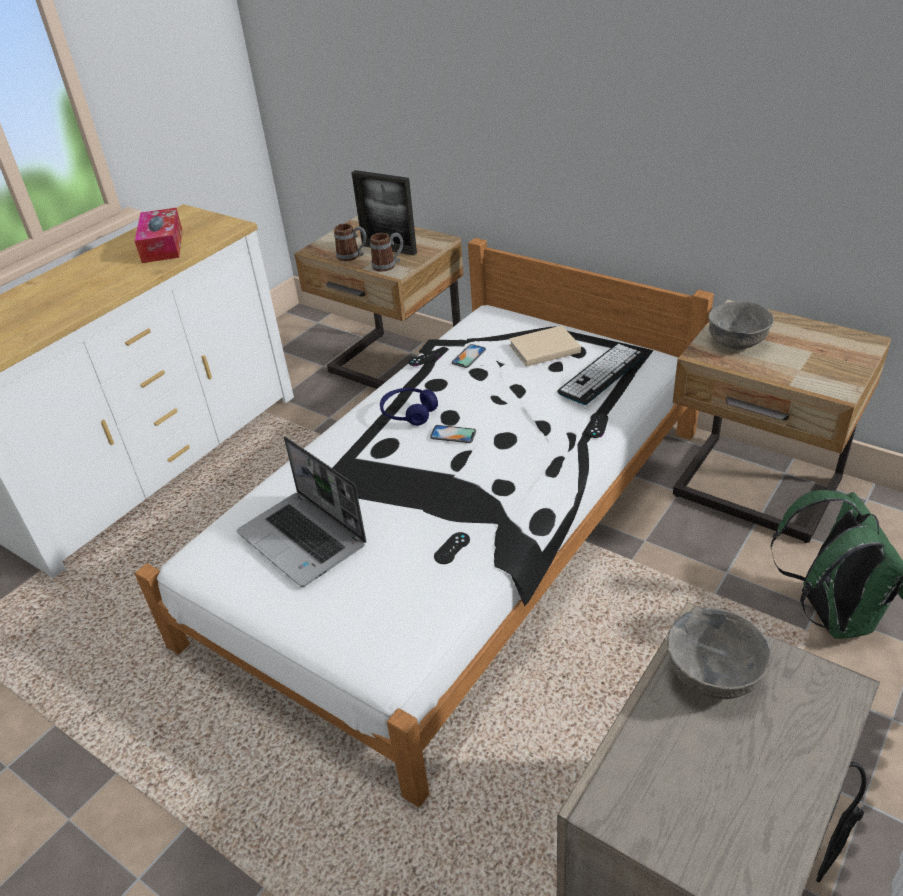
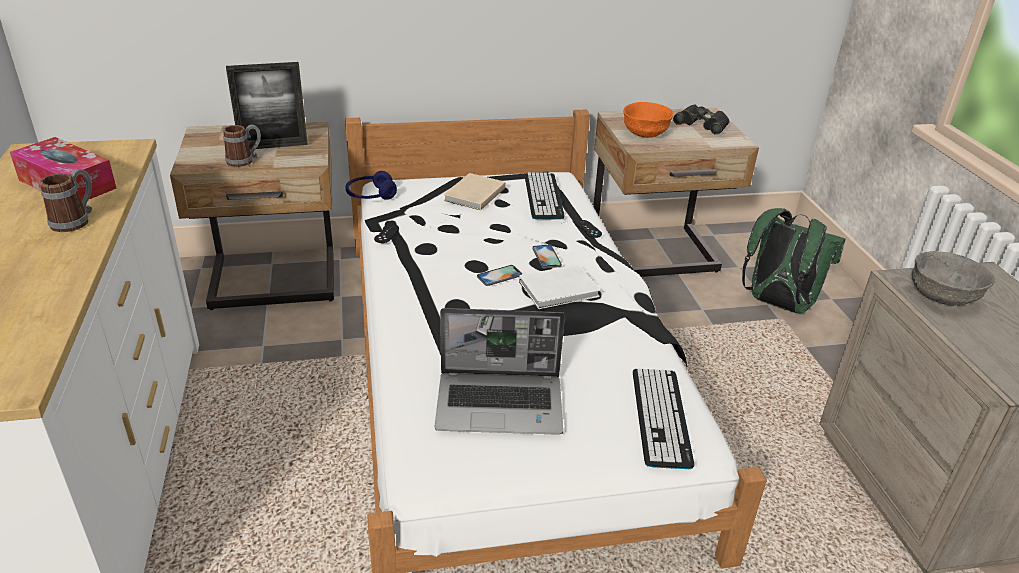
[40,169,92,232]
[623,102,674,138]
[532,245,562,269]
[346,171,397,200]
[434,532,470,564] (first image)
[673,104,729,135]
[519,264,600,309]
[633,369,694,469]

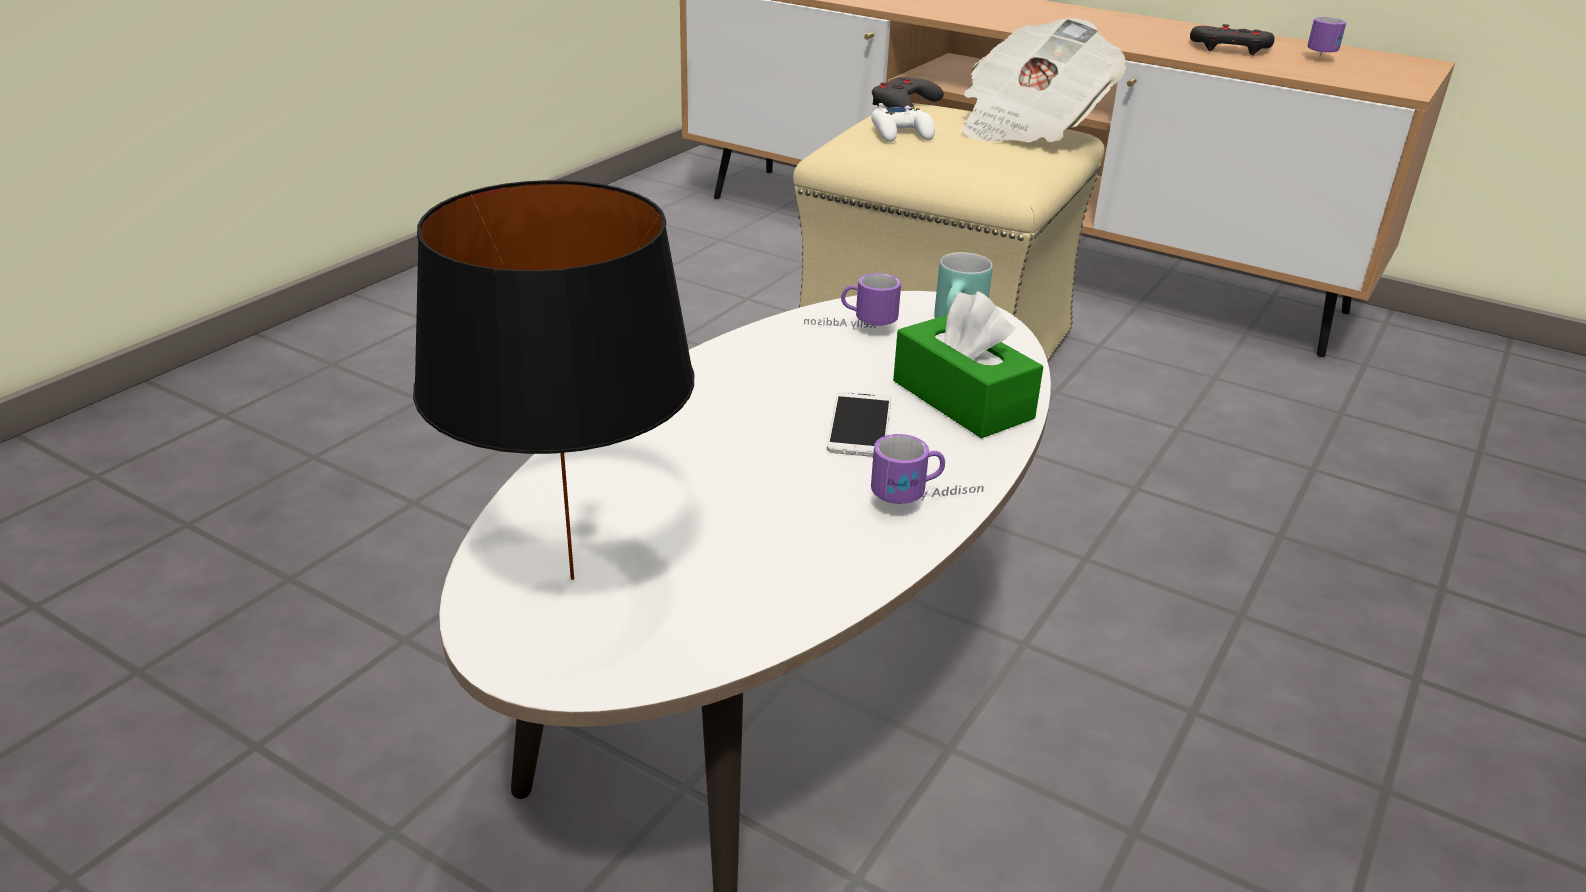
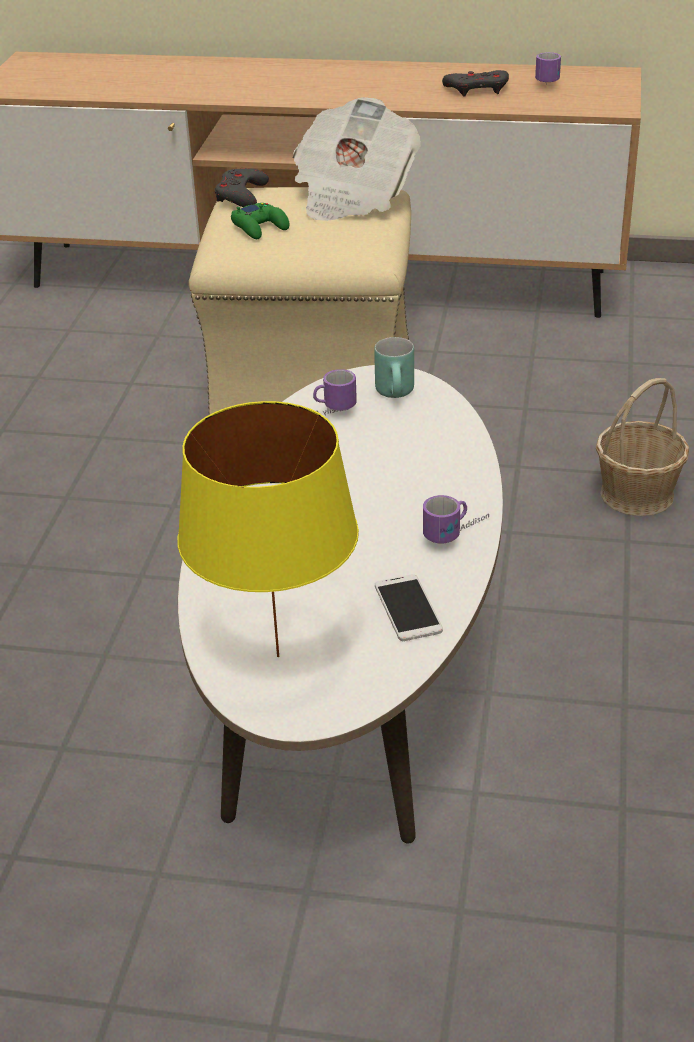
[231,203,289,239]
[177,401,359,657]
[893,291,1043,439] (first image)
[375,574,443,641]
[596,378,689,516]

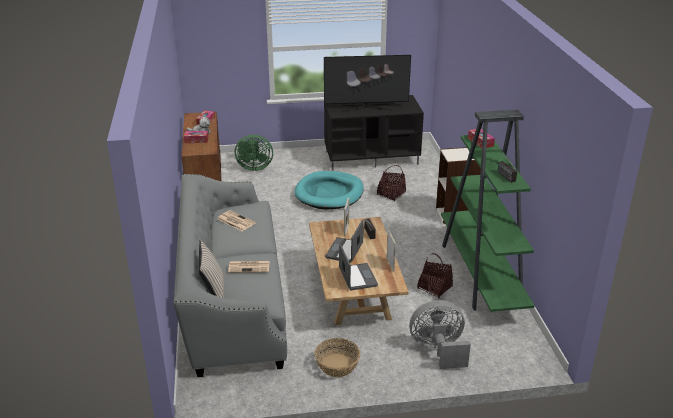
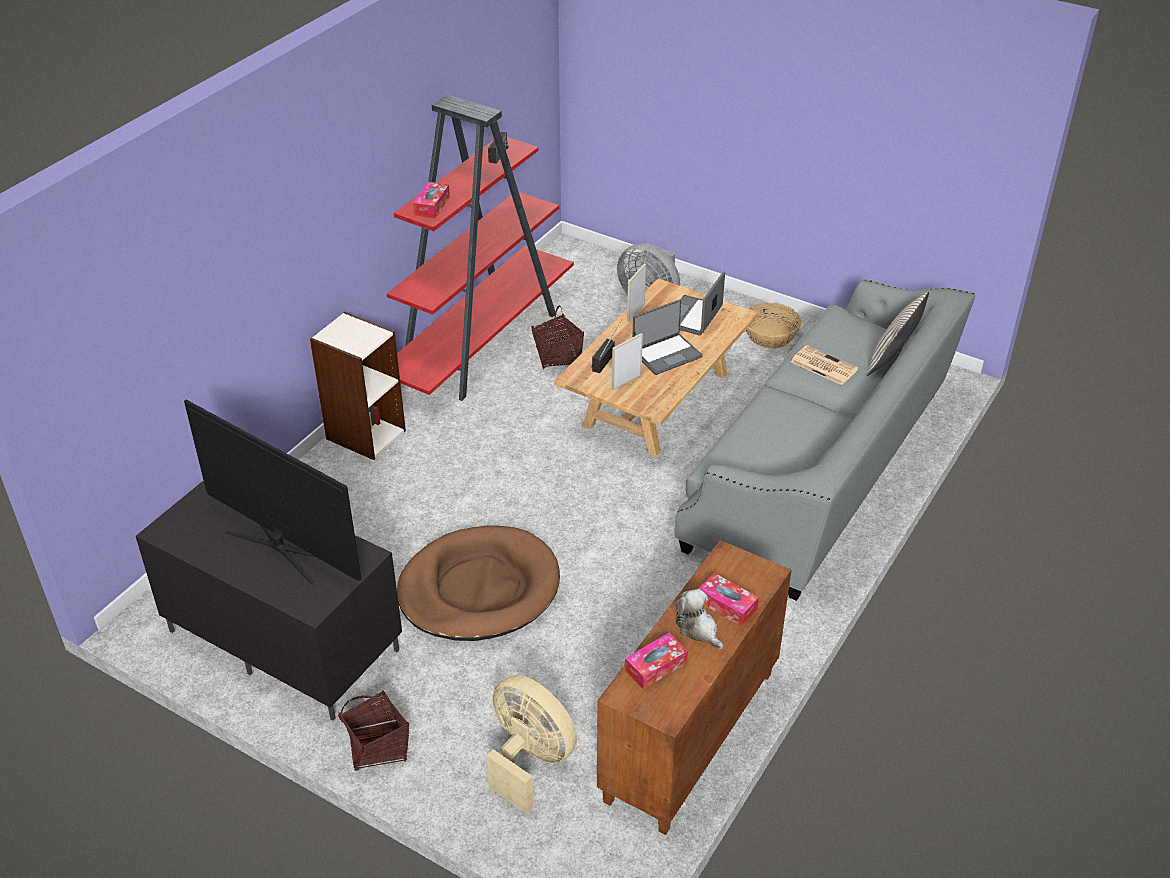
[387,95,574,401]
[487,675,577,814]
[338,690,409,771]
[397,525,560,641]
[217,210,256,231] (first image)

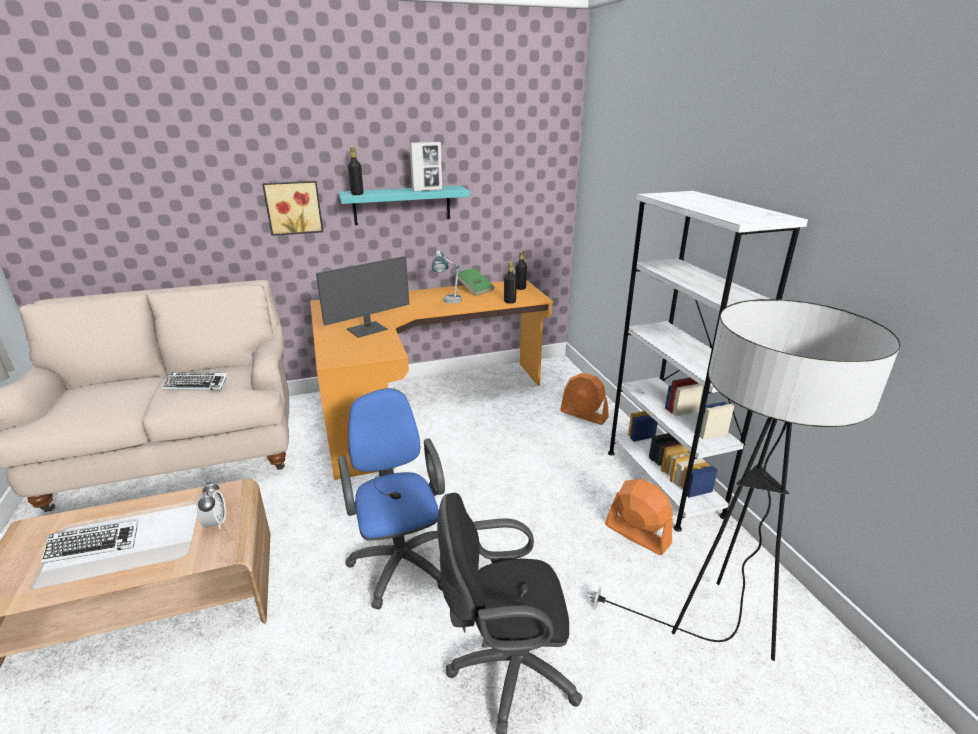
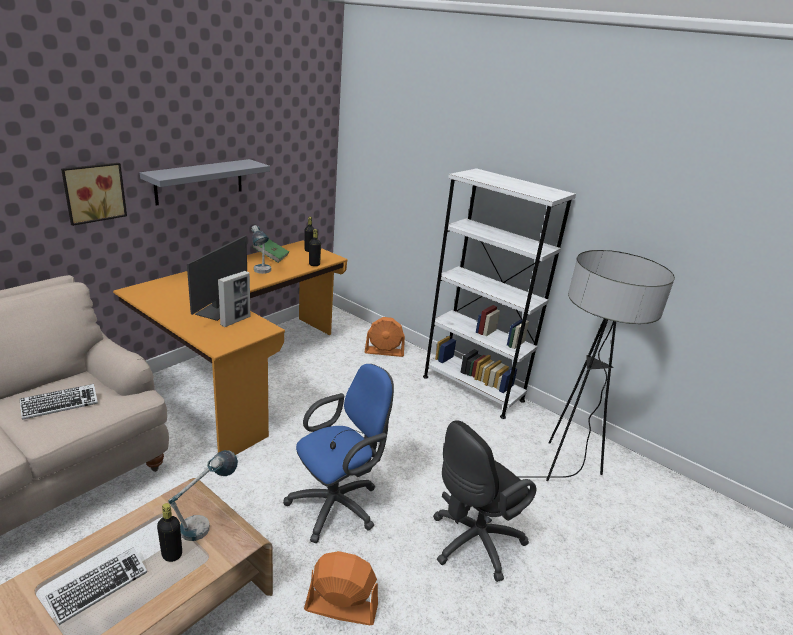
[218,271,250,327]
[157,503,182,562]
[140,159,270,206]
[283,364,394,543]
[304,551,378,625]
[168,450,238,541]

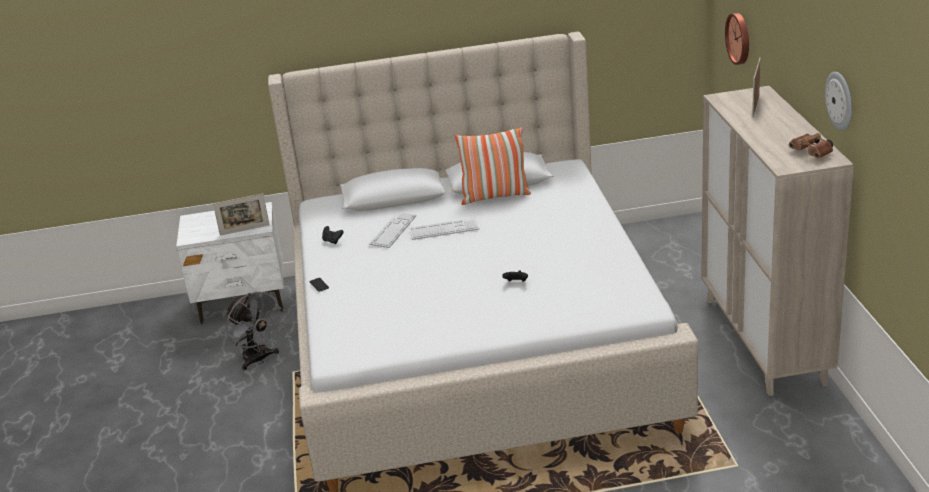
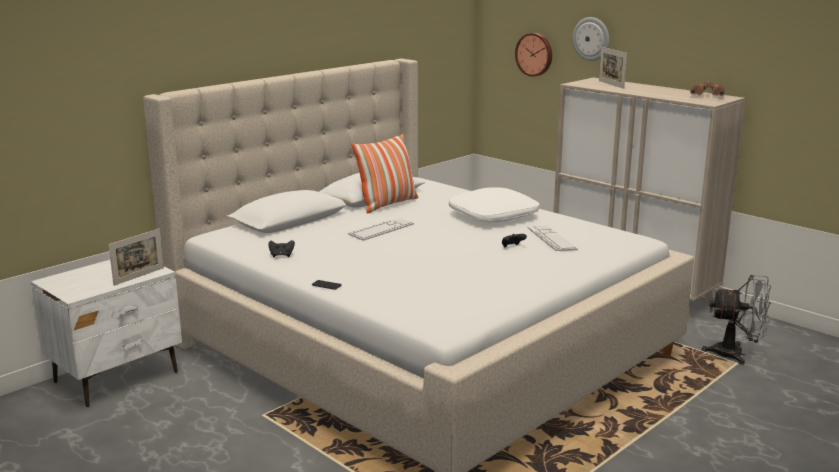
[572,17,609,61]
[527,226,578,251]
[702,275,771,365]
[449,188,539,222]

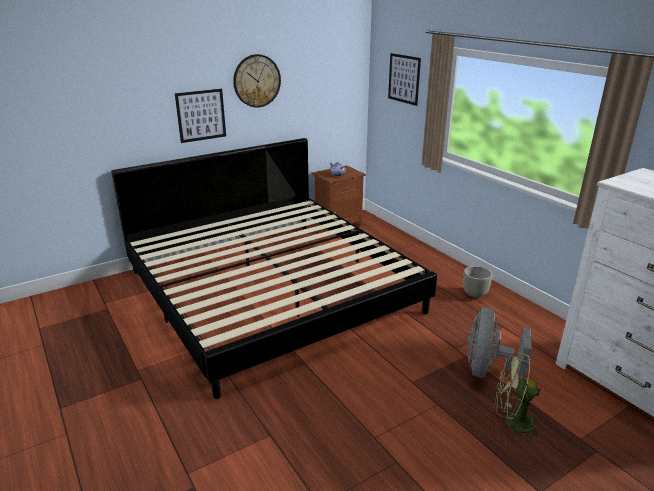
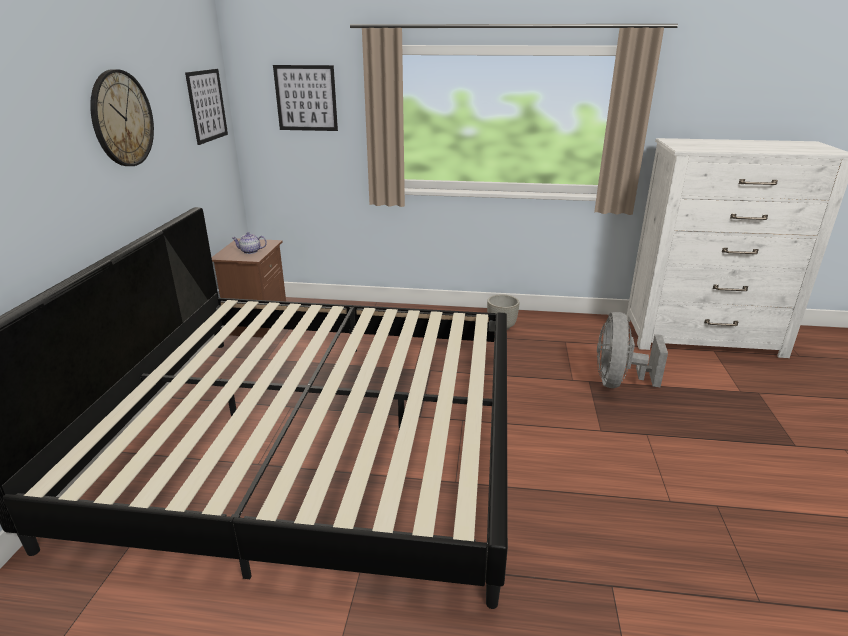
[185,69,228,145]
[597,312,668,388]
[495,352,545,441] (first image)

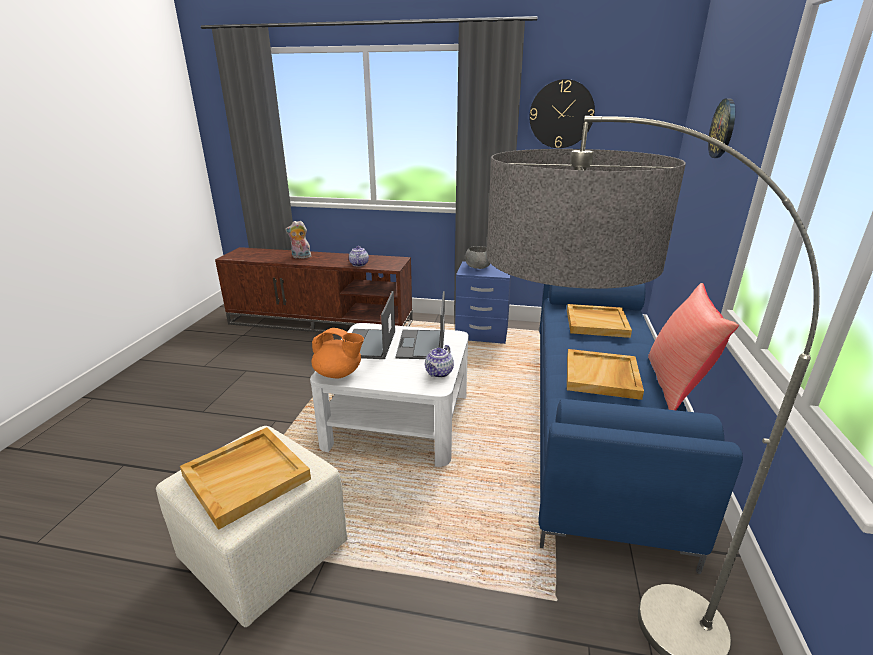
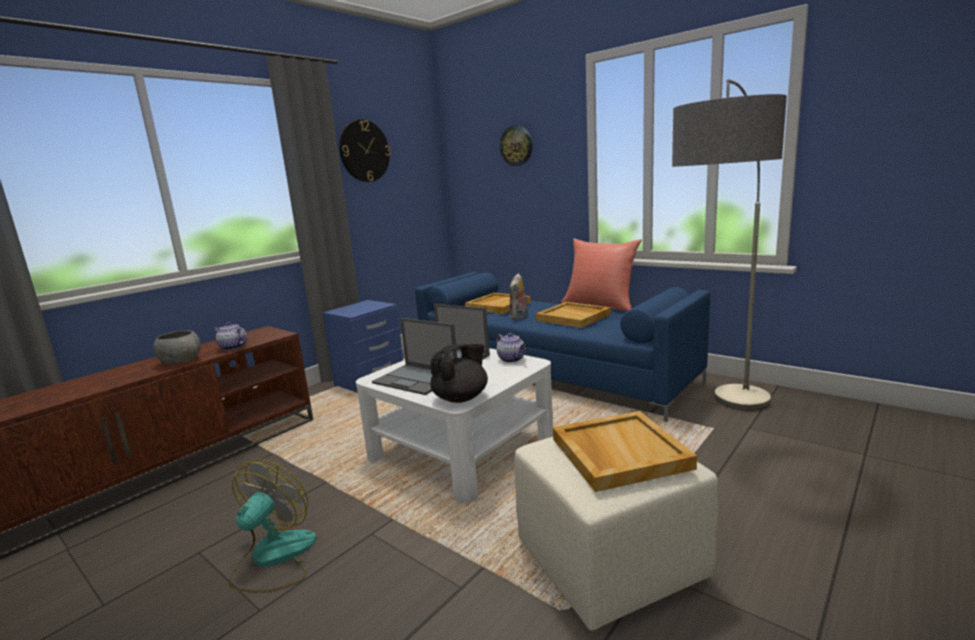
[509,274,528,319]
[153,330,201,364]
[430,344,488,403]
[229,459,317,593]

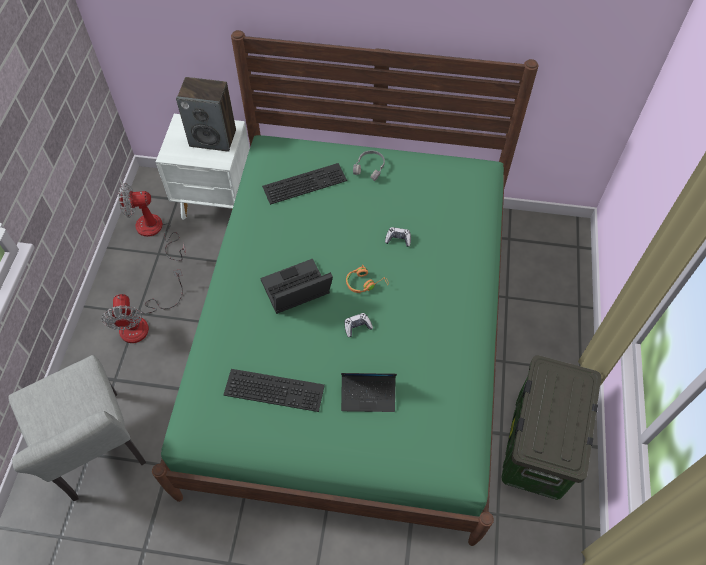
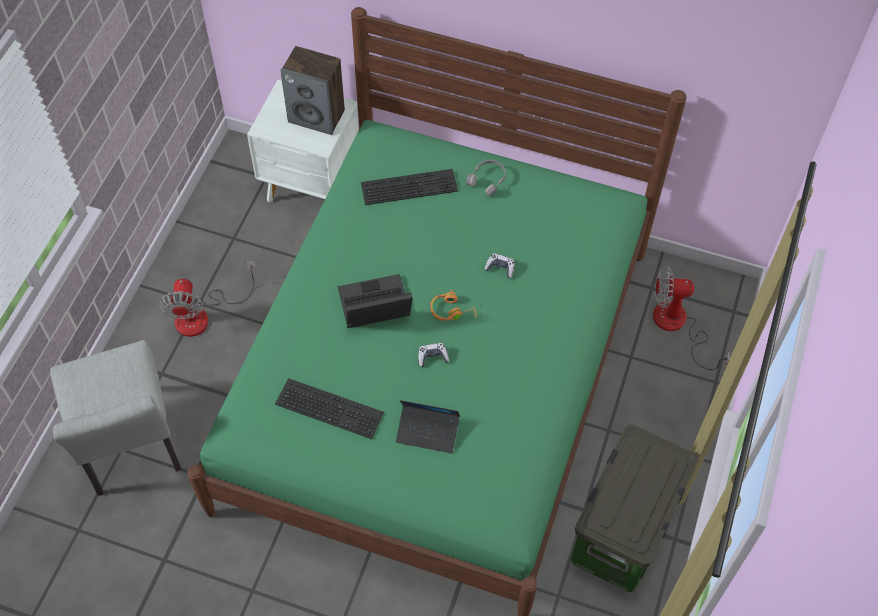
[653,266,730,370]

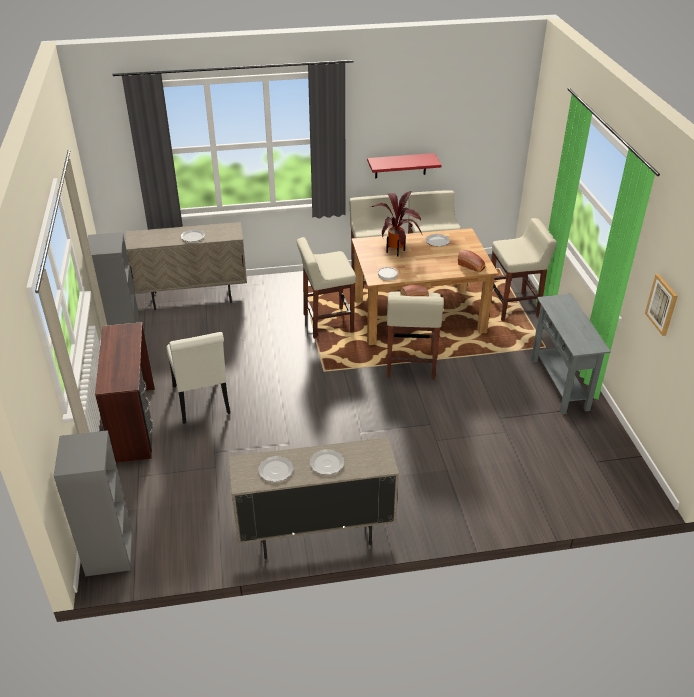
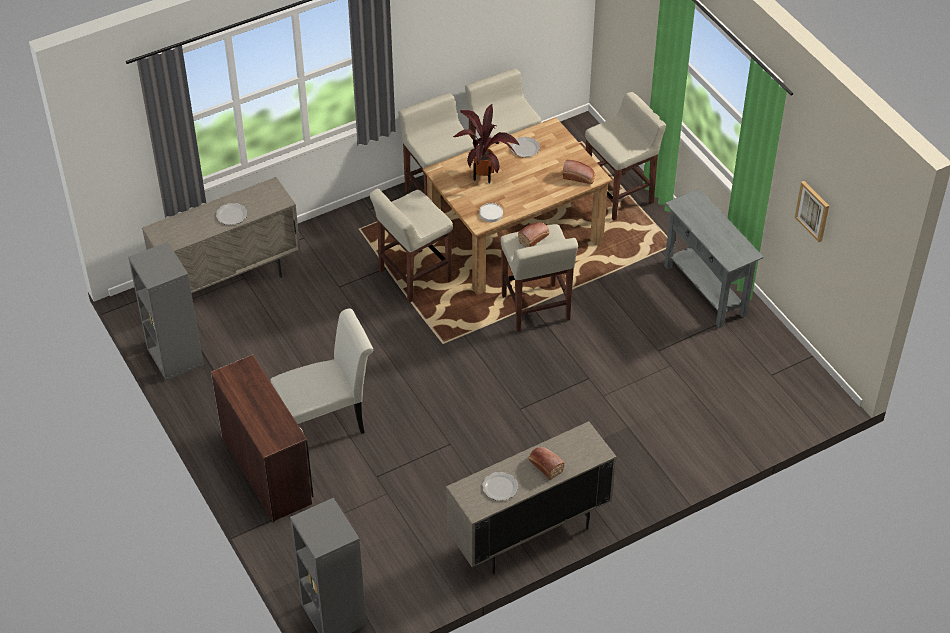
[367,153,442,178] (first image)
[271,308,374,434]
[528,447,565,480]

